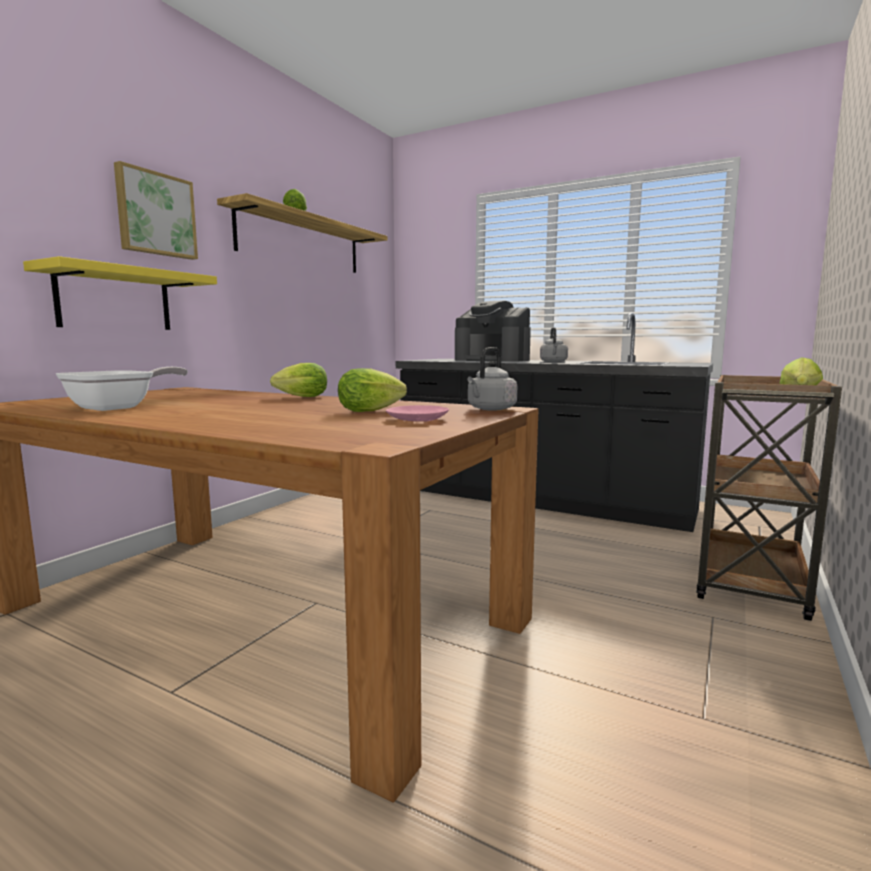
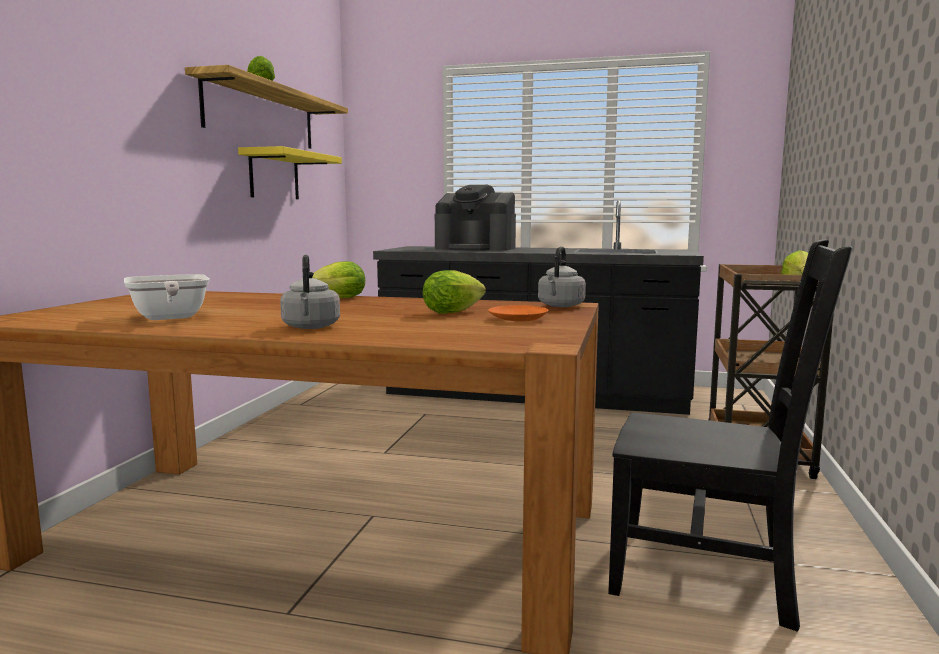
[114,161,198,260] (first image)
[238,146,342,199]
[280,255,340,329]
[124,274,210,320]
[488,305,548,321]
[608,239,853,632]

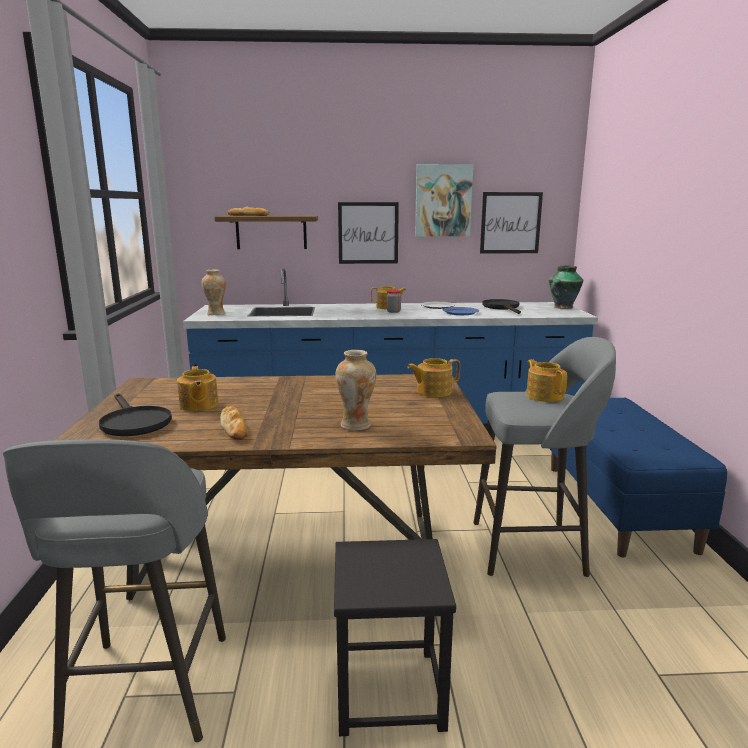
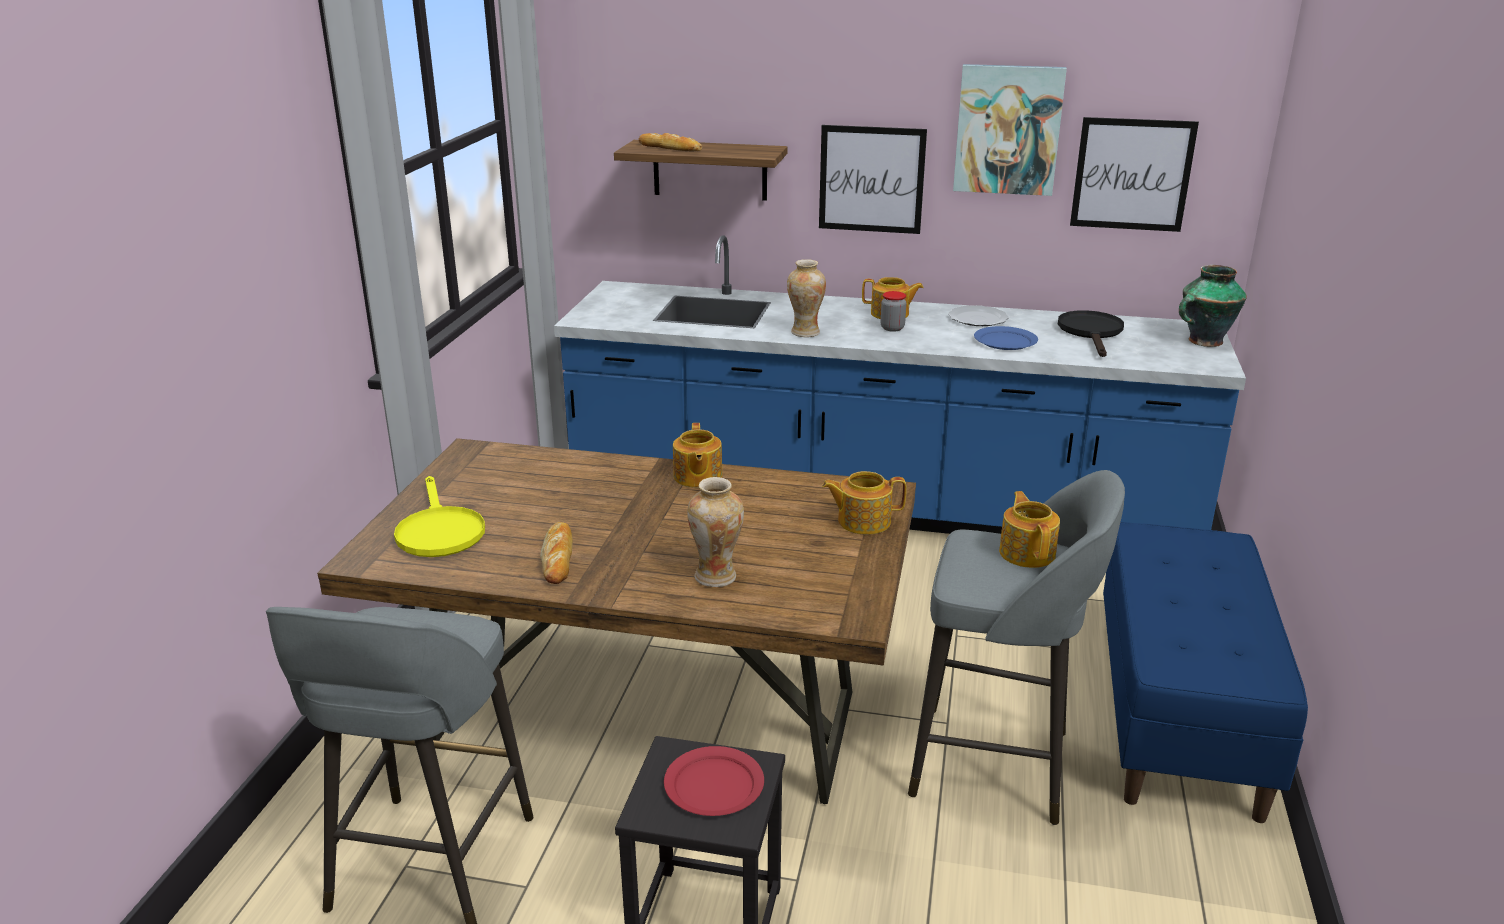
[787,259,826,337]
[673,423,723,487]
[394,476,485,557]
[664,746,764,816]

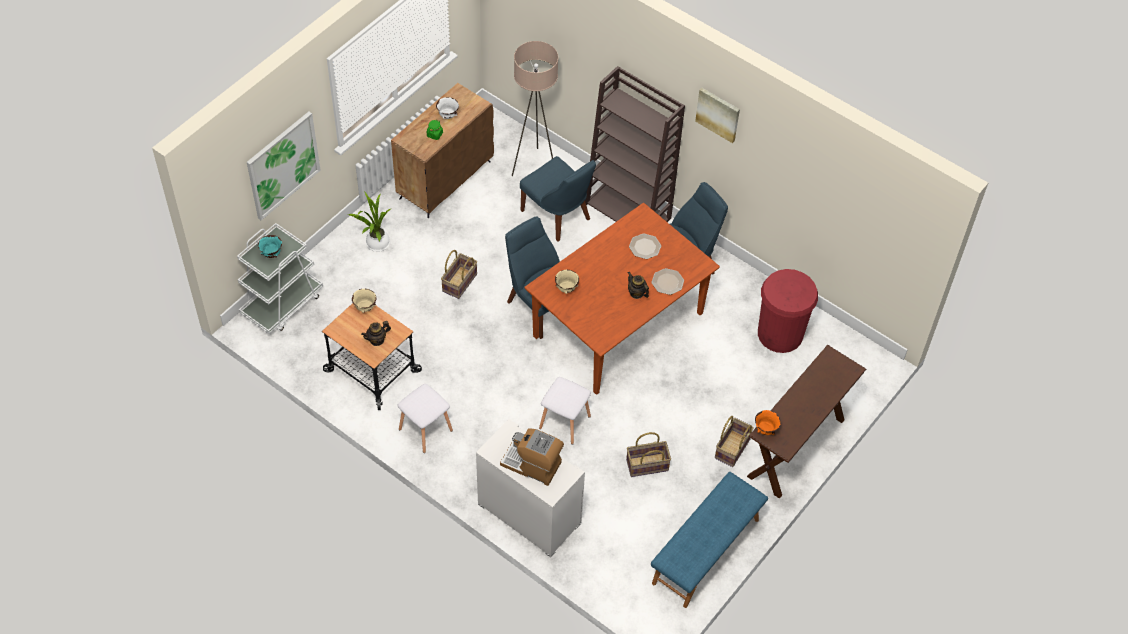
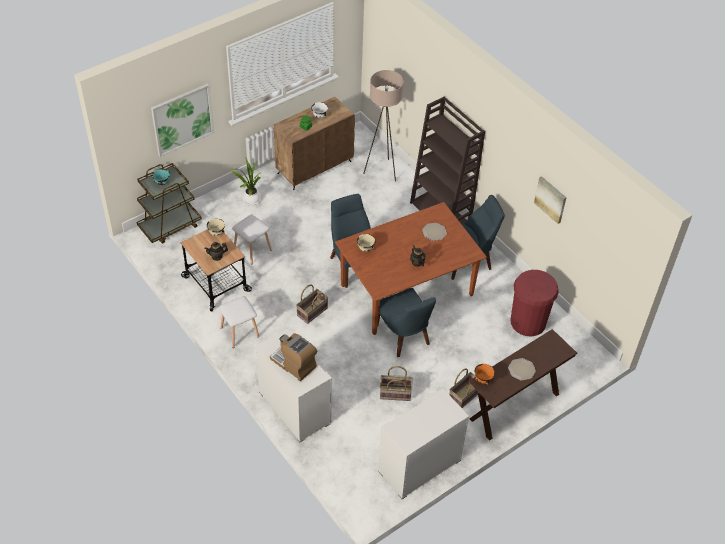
[534,176,567,224]
[377,288,436,357]
[137,163,202,244]
[296,285,328,324]
[508,358,536,381]
[232,215,272,265]
[378,388,469,499]

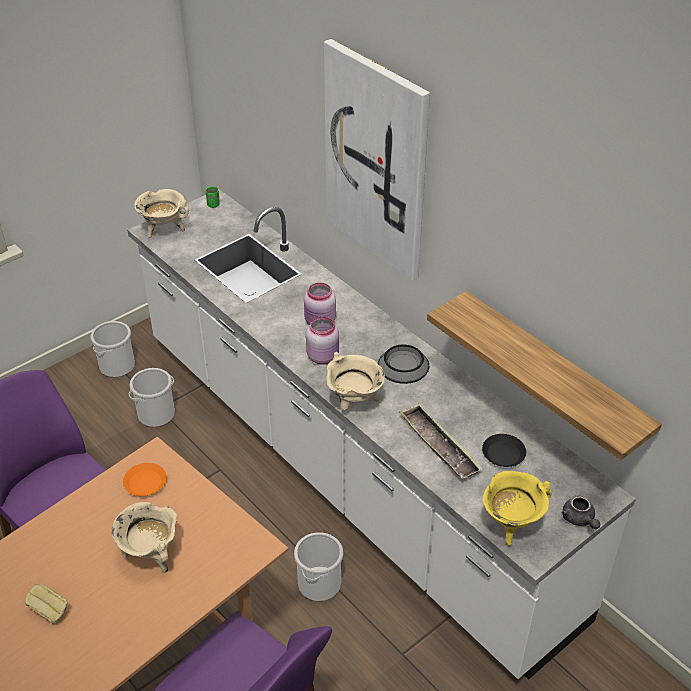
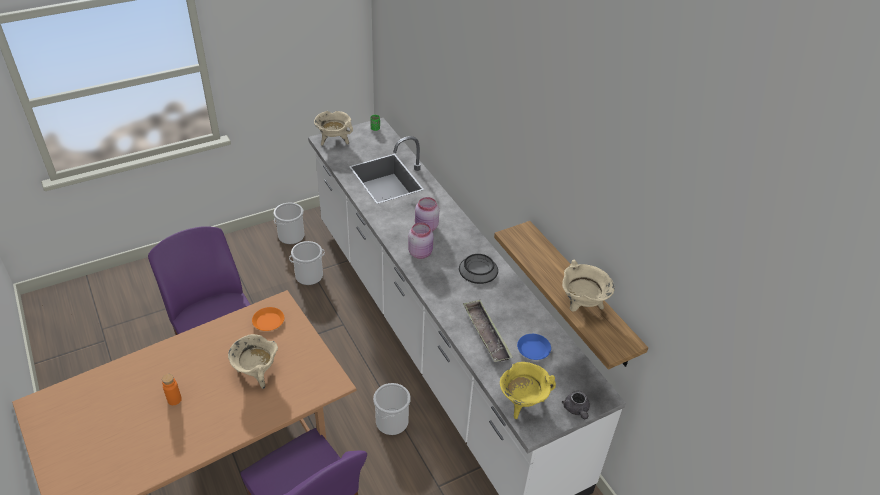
[324,39,430,280] (first image)
[562,260,615,312]
[517,334,551,360]
[162,374,182,405]

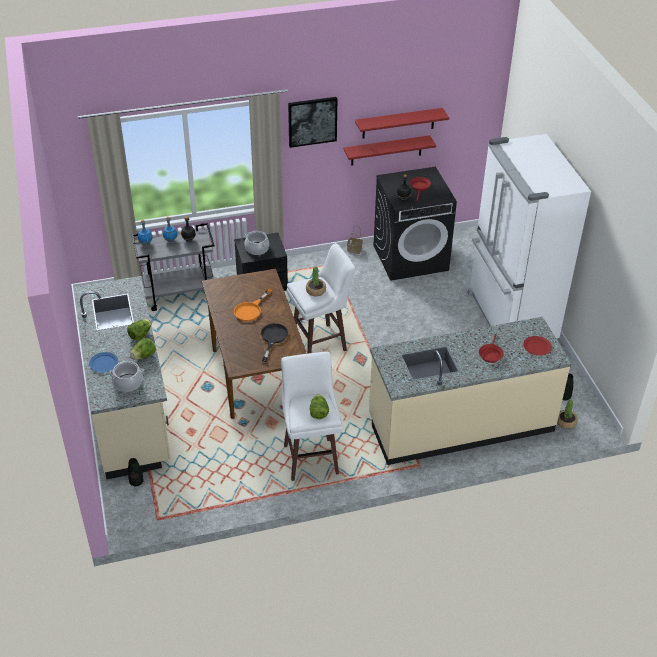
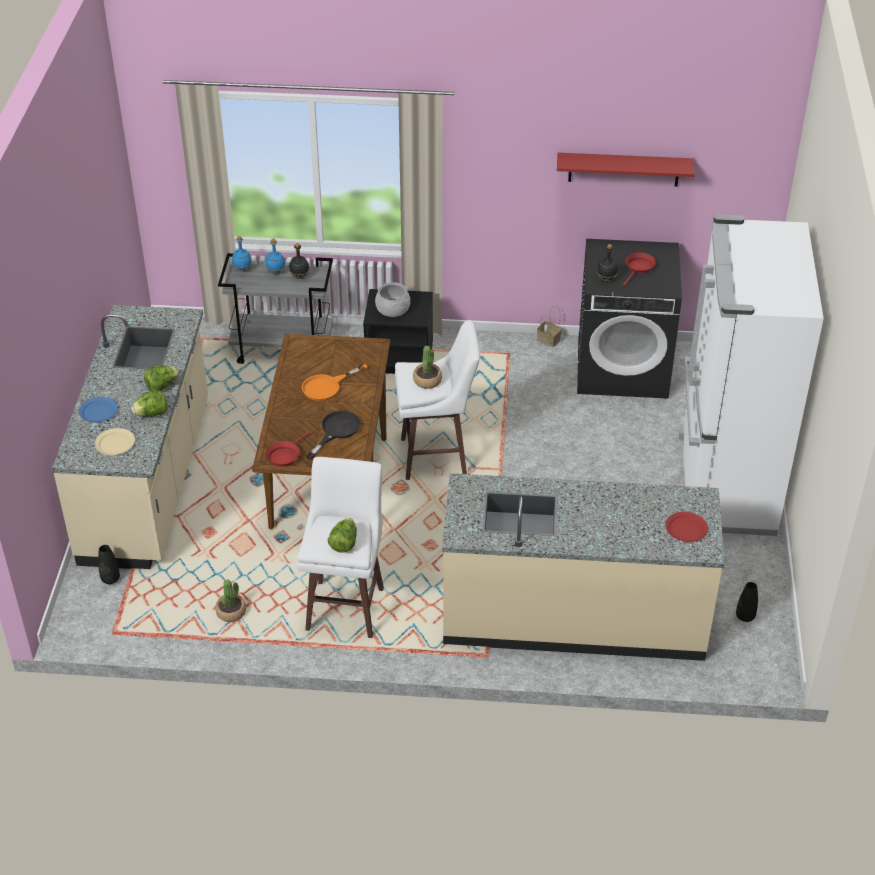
[288,97,337,148] (first image)
[344,135,436,166] (first image)
[265,431,311,467]
[95,428,135,455]
[215,579,246,622]

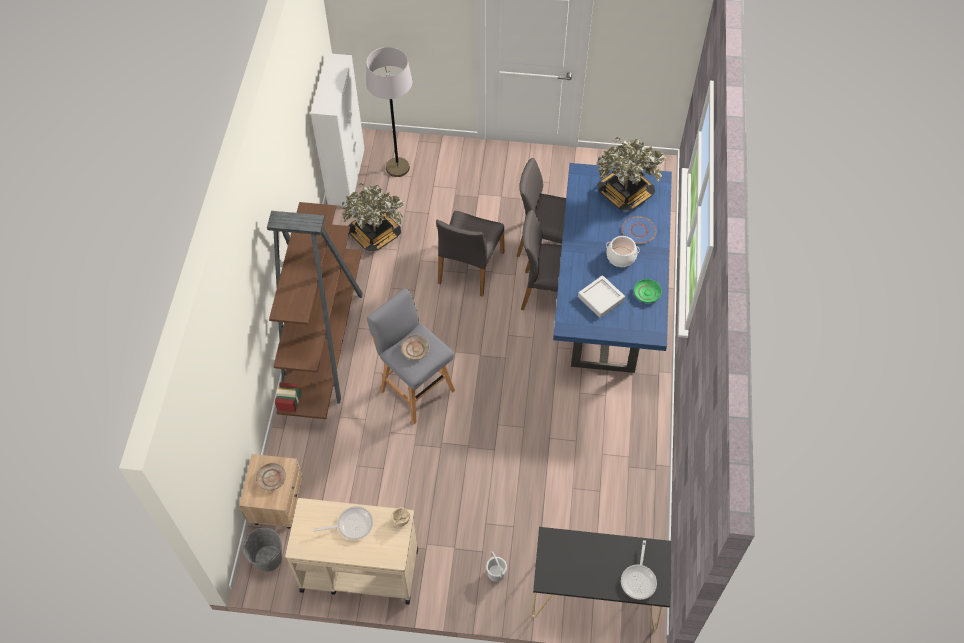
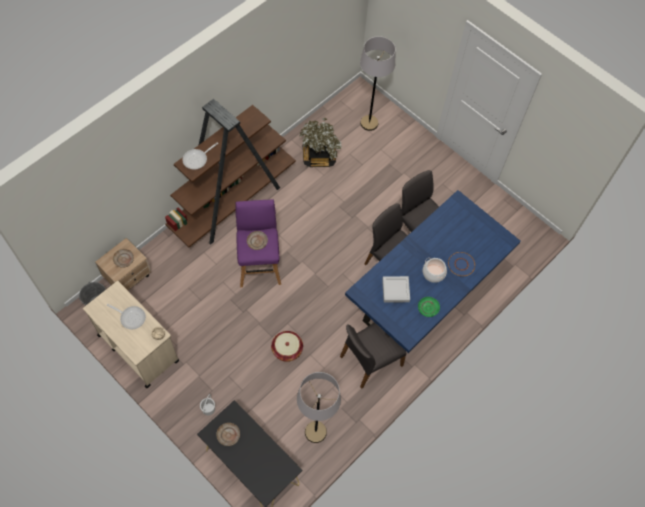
[310,53,365,206] (first image)
[596,137,666,211] (first image)
[340,322,406,389]
[235,199,281,287]
[182,142,218,170]
[271,331,303,362]
[297,372,341,443]
[216,423,240,446]

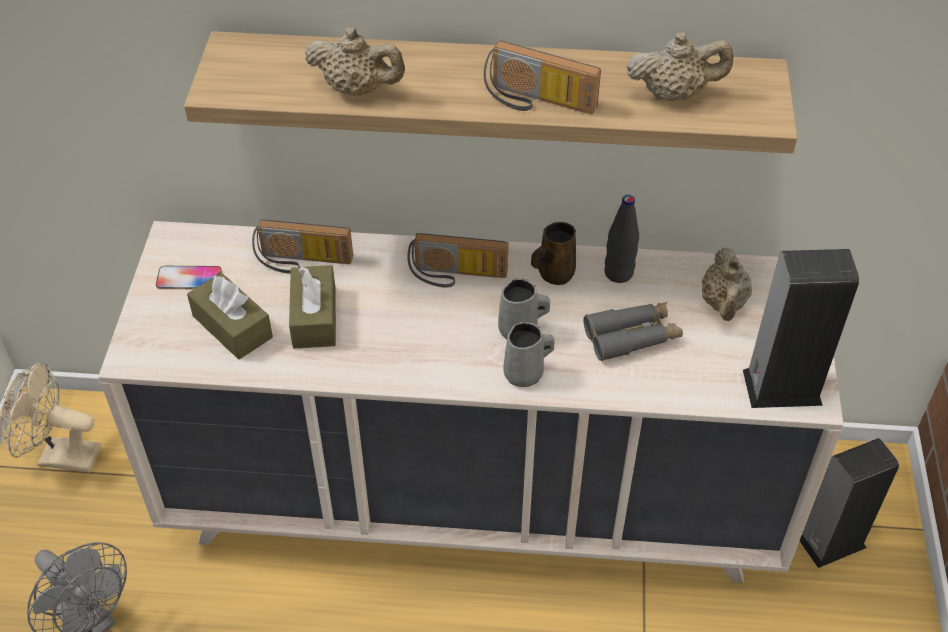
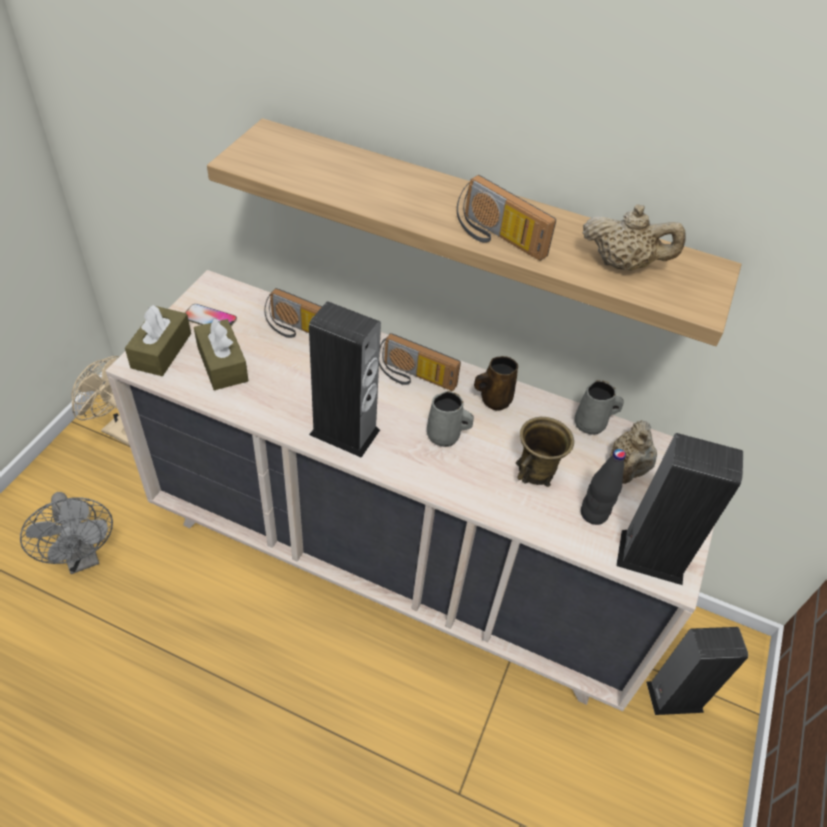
[305,27,405,96] (first image)
[581,449,626,525]
[125,305,191,376]
[516,417,574,487]
[575,380,624,435]
[309,301,381,458]

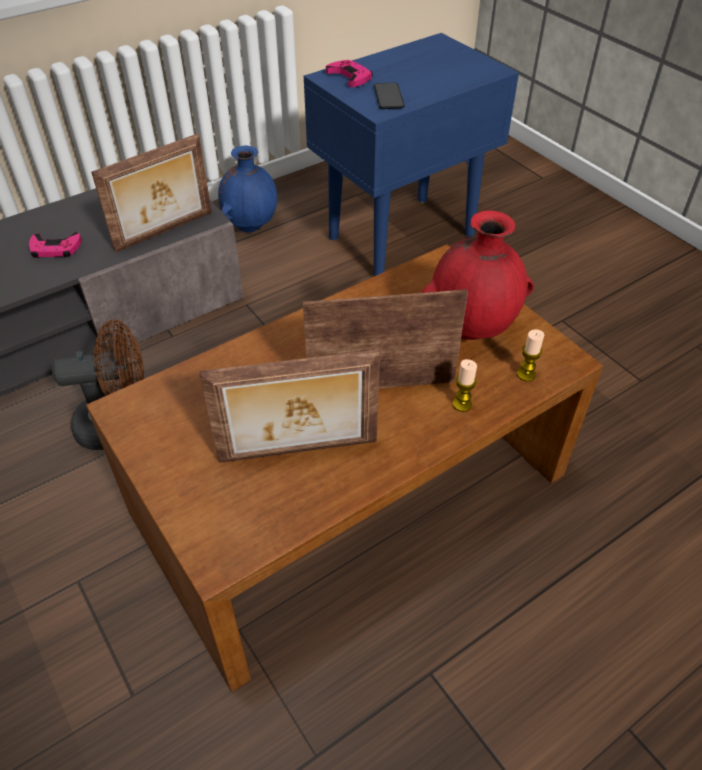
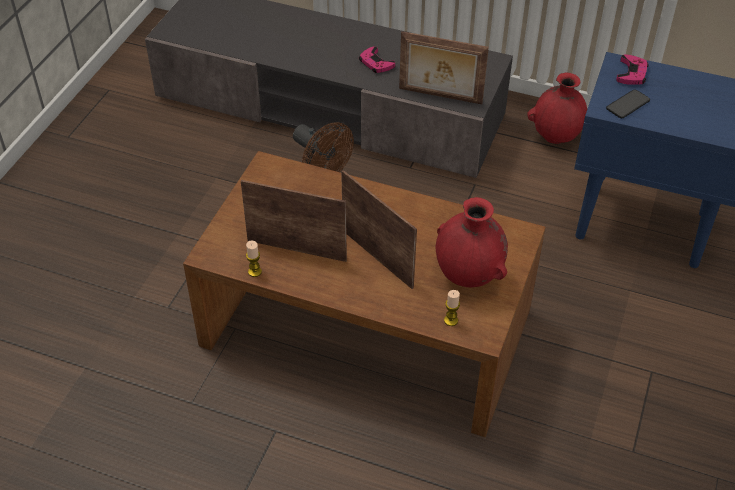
[527,73,587,144]
[241,180,347,262]
[246,241,262,277]

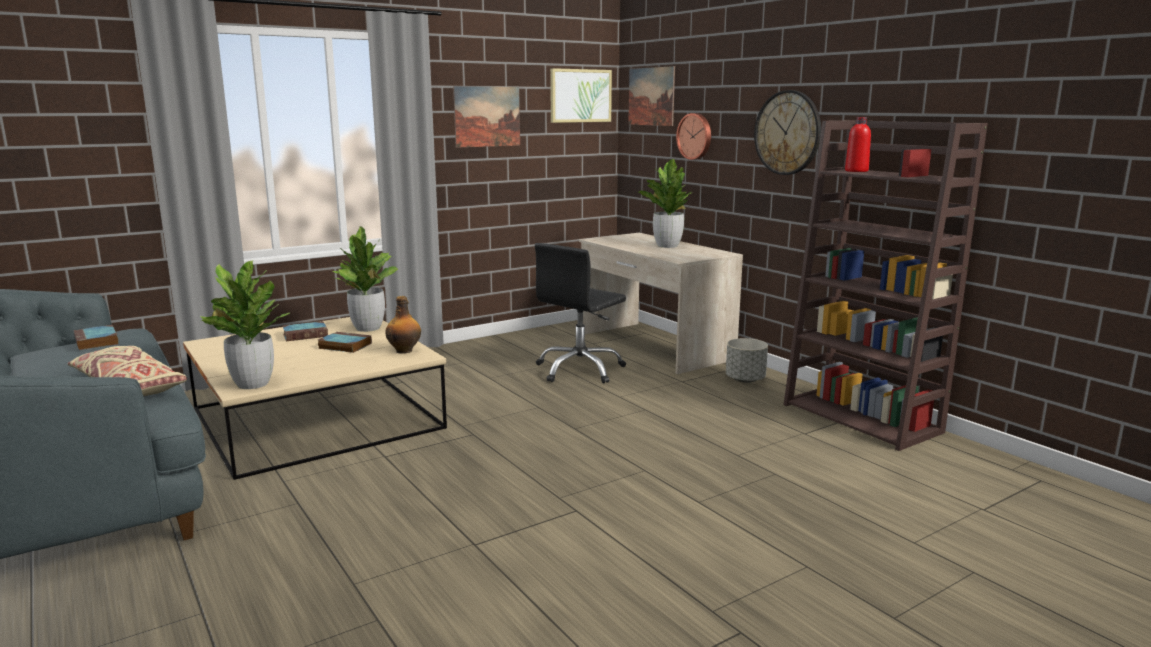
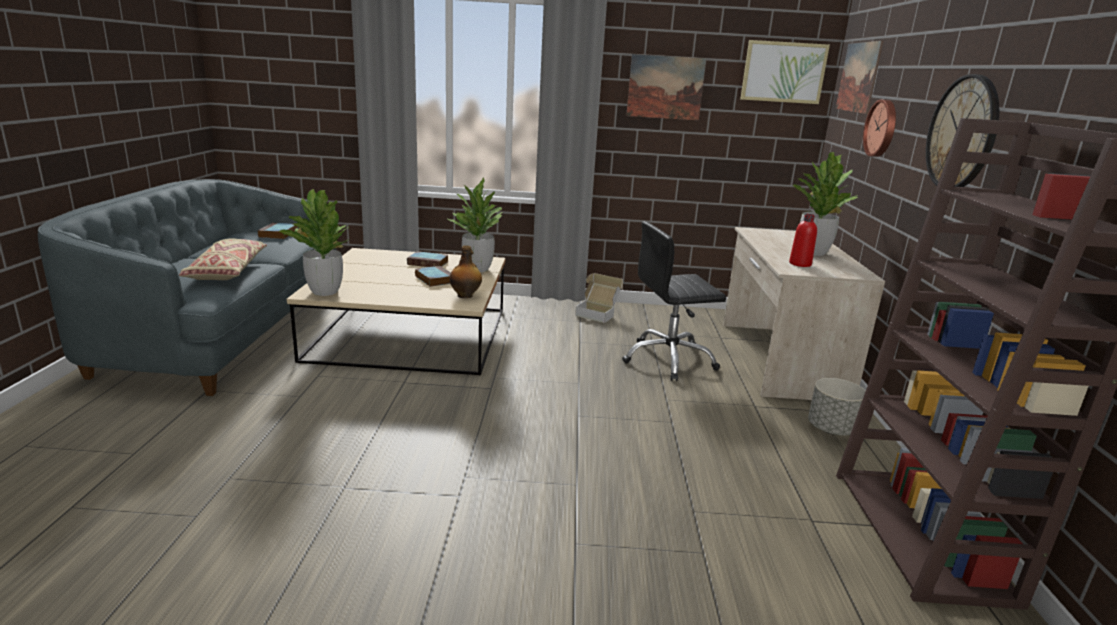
[789,214,817,267]
[575,273,623,323]

